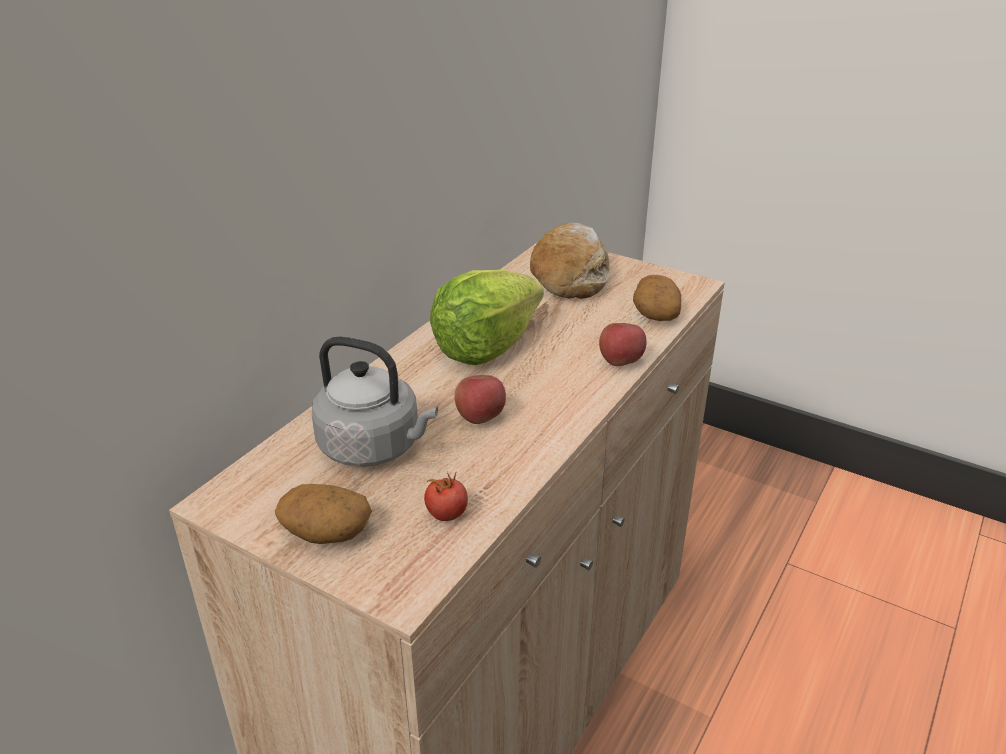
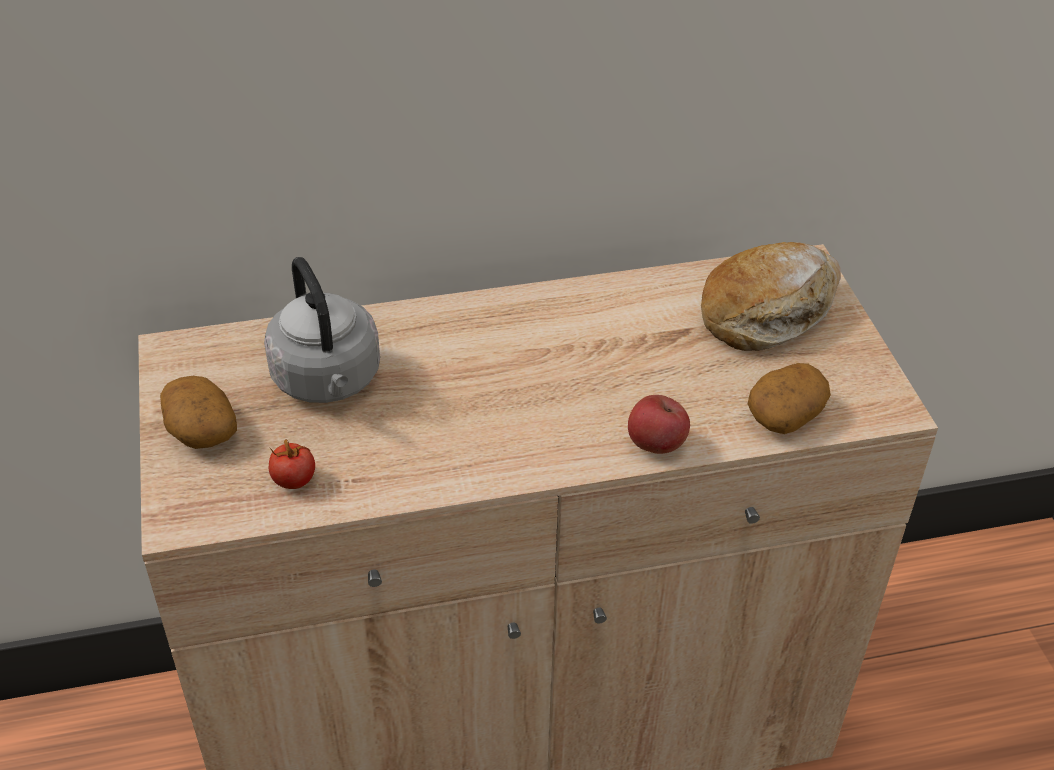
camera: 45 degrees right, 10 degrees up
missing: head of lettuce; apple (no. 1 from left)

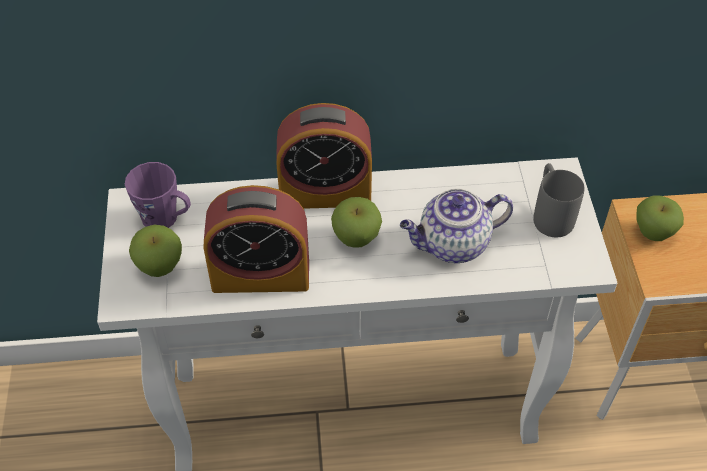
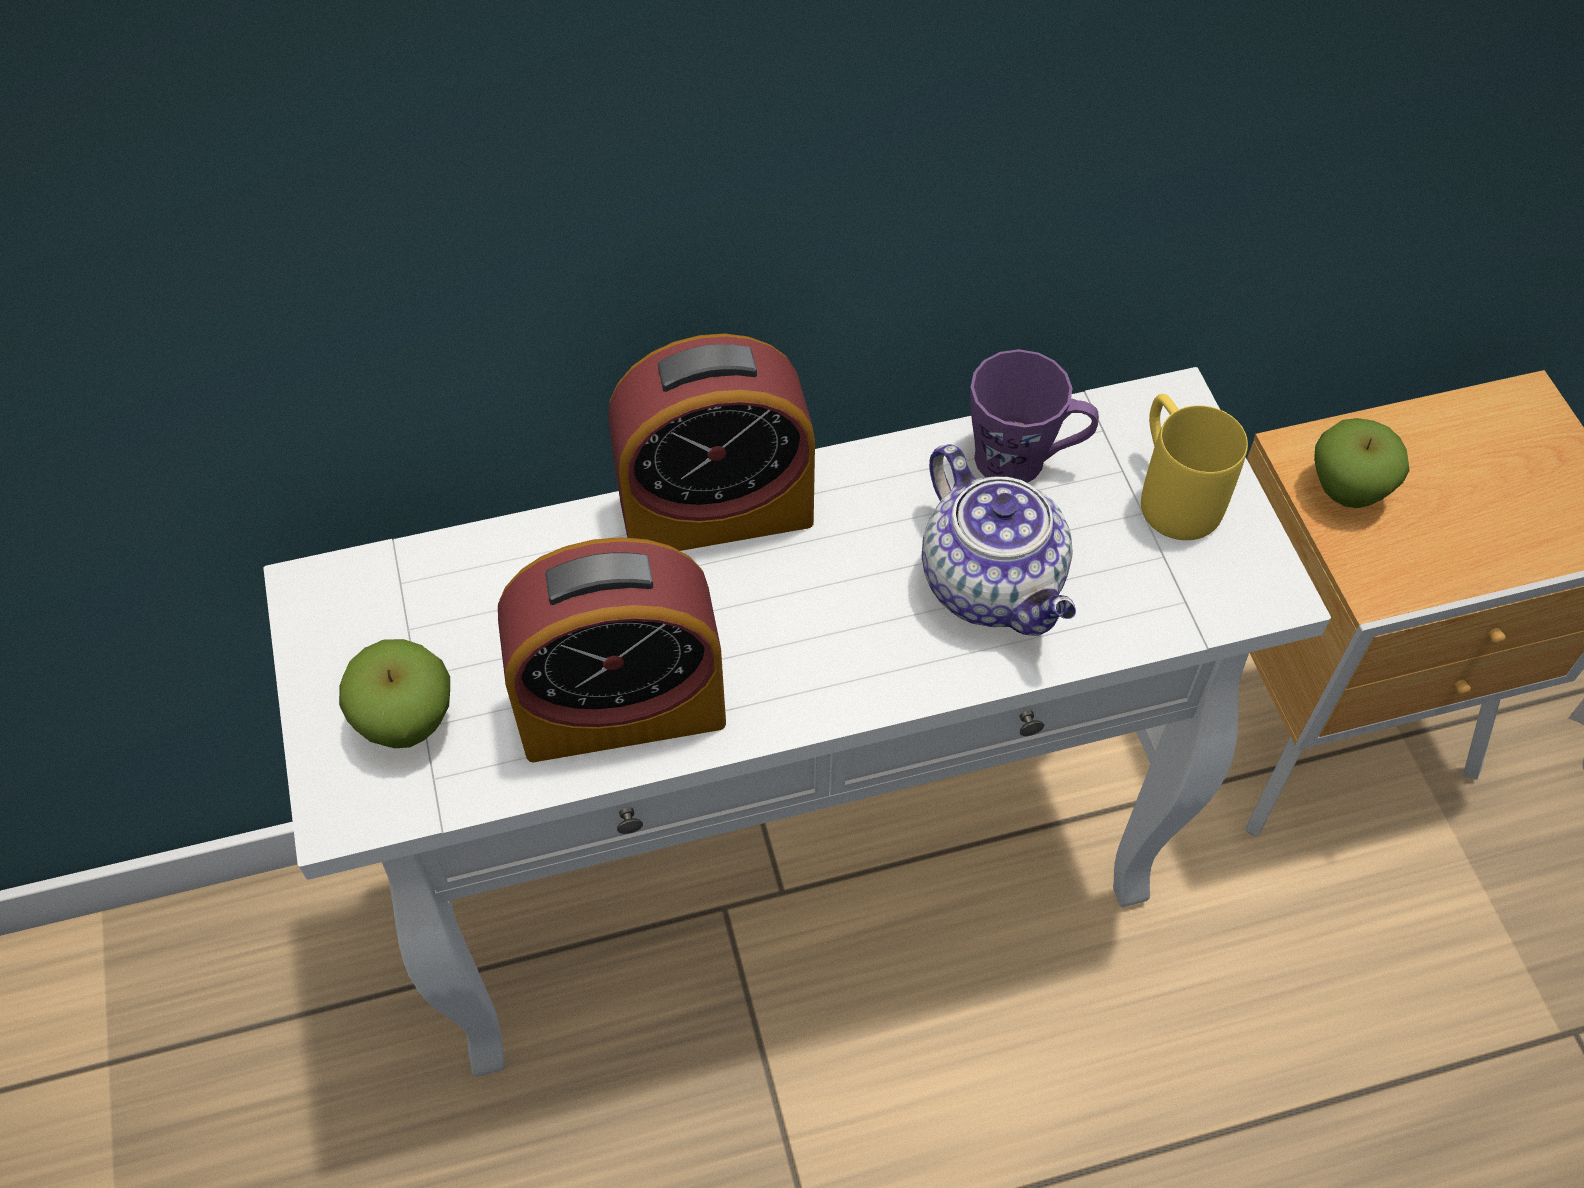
camera: 10 degrees left, 5 degrees up
missing: apple (no. 2 from left)
relocated: purplish mug
colour: grey mug to yellowish mug
spun: teapot 90 degrees counterclockwise

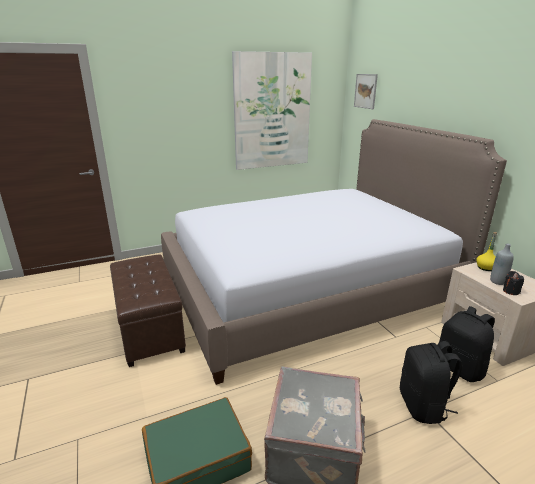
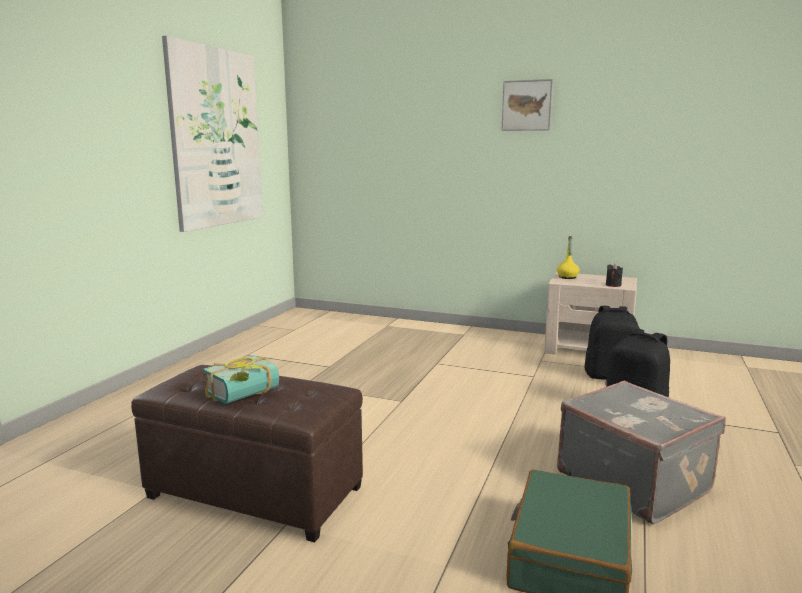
camera: 45 degrees left, 10 degrees down
missing: bed; grey beverage bottle
appeared: bound book
relocated: wall art (no. 2 from left)

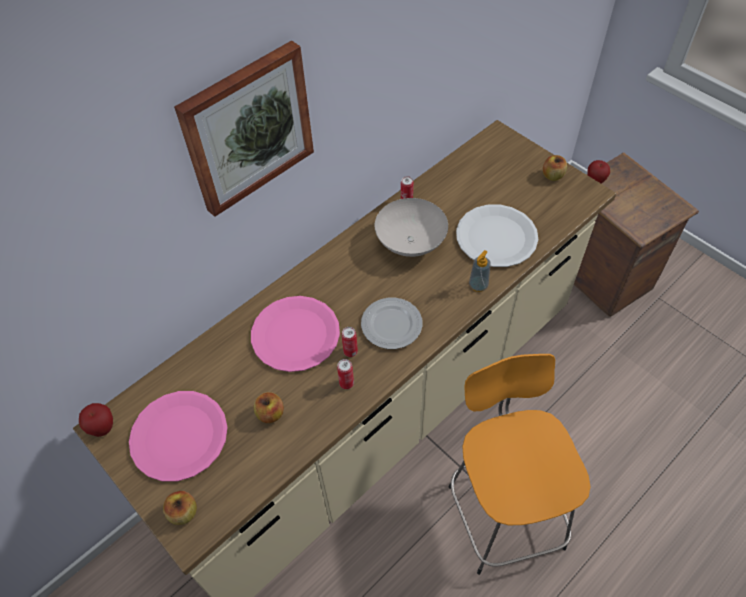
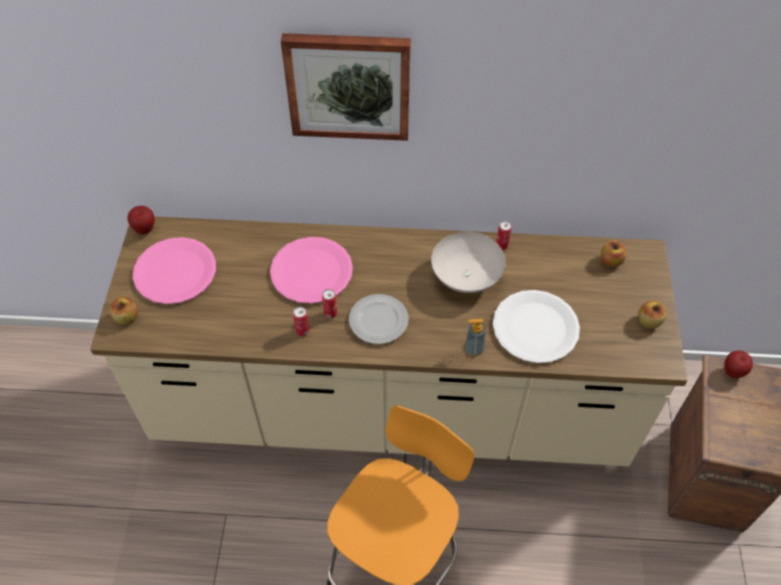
camera: 45 degrees right, 0 degrees up
relocated: apple (no. 3 from left)

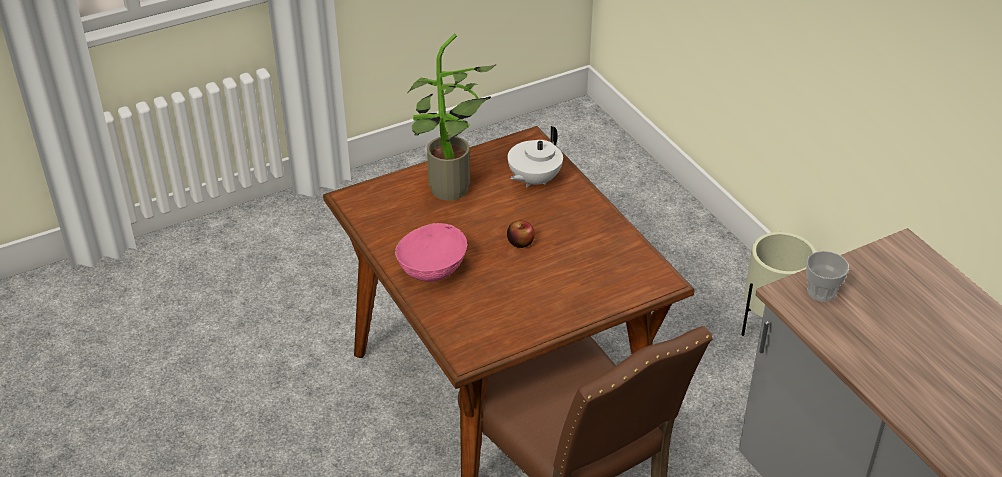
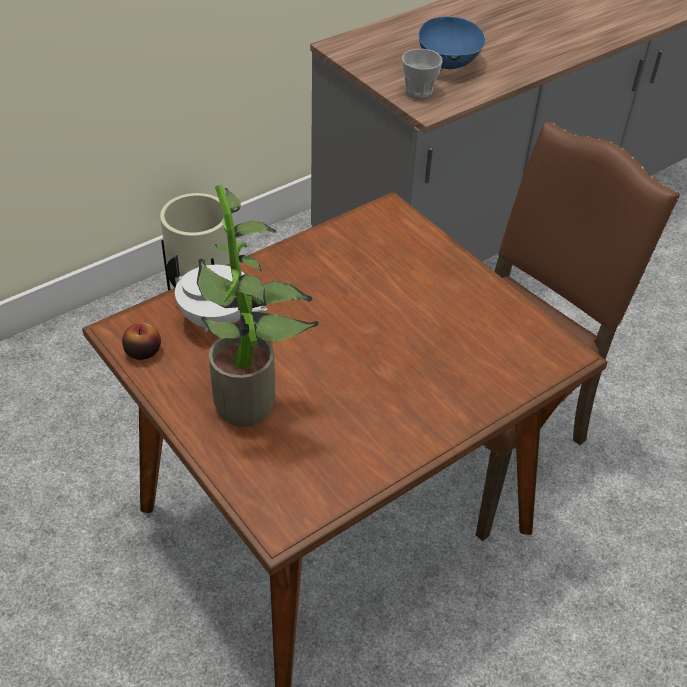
camera: 100 degrees left, 5 degrees up
missing: pink-coloured bowl
appeared: blue-coloured bowl
relocated: apple

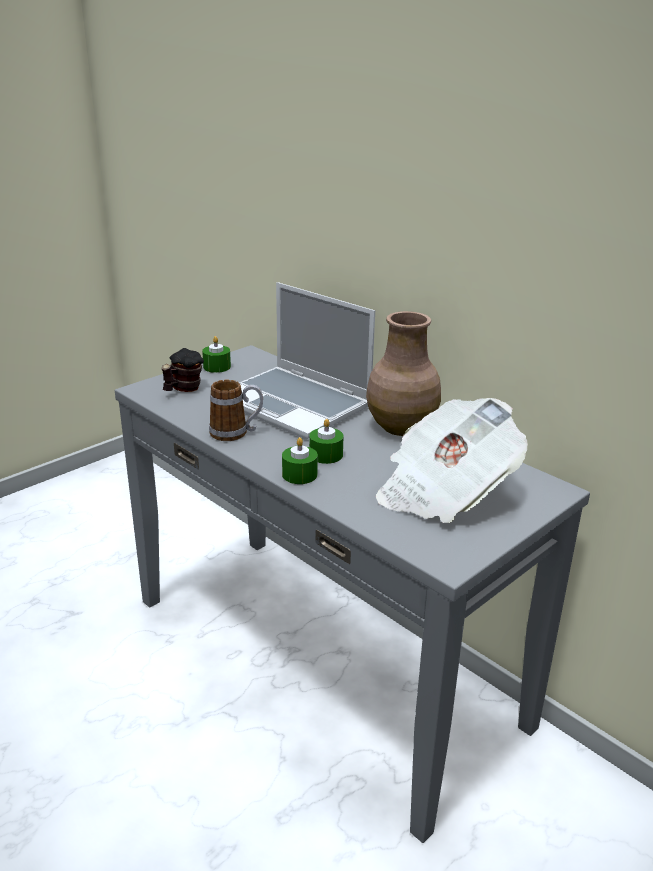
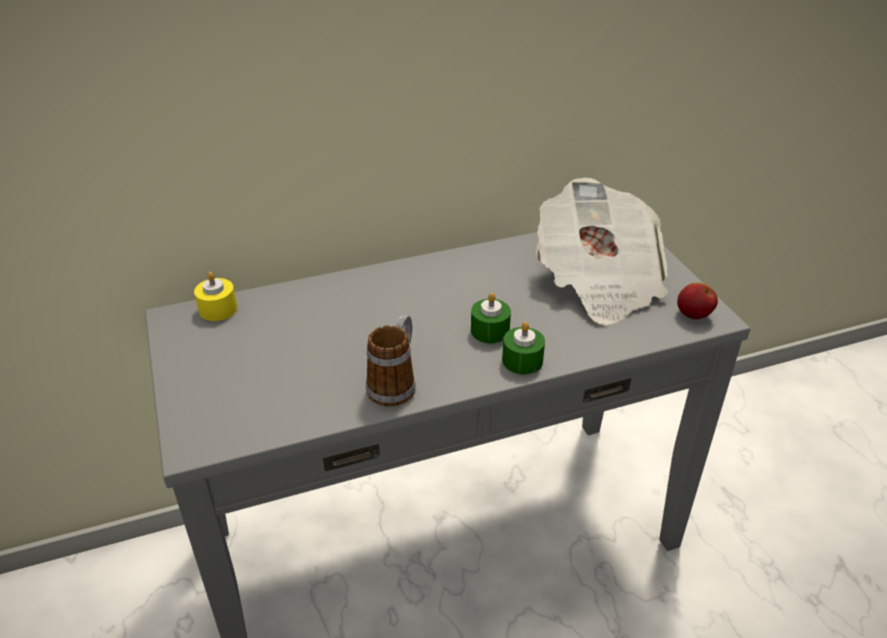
camera: 65 degrees left, 10 degrees up
missing: mug (no. 1 from left); green-coloured candle (no. 1 from left); laptop; brown-coloured vase
appeared: yellowish candle; apple

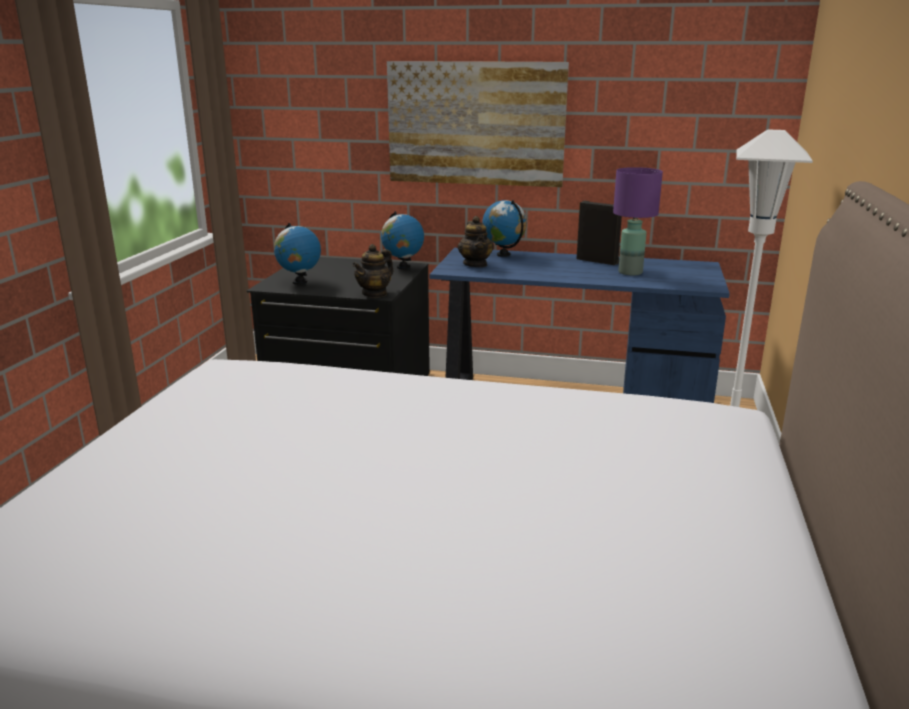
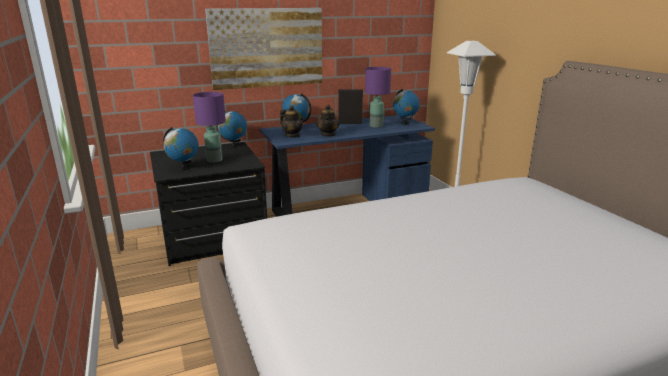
camera: 35 degrees left, 0 degrees up
appeared: purplish lamp for a table (no. 1 from left); globe (no. 4 from left)
relocated: teapot (no. 1 from left in the first image) to teapot (no. 2 from left)

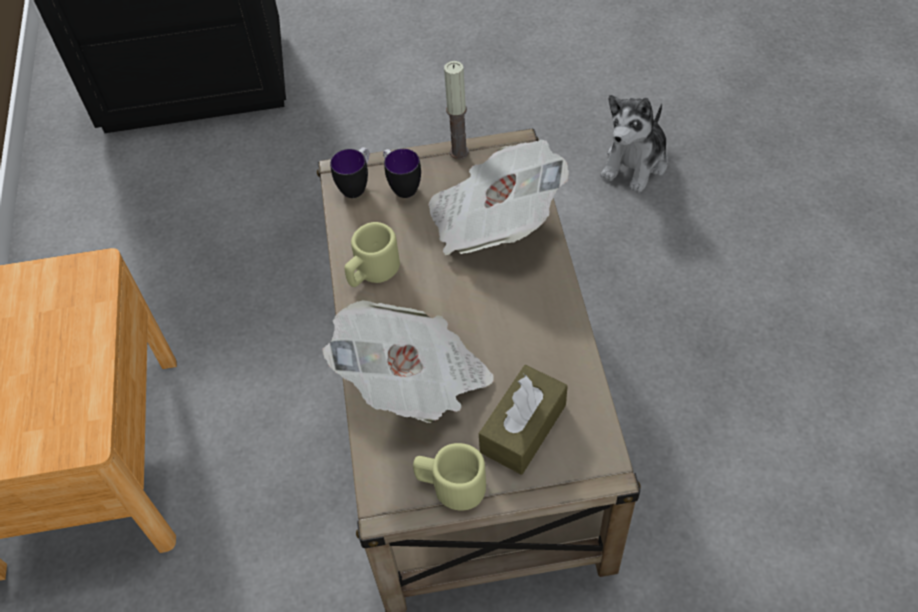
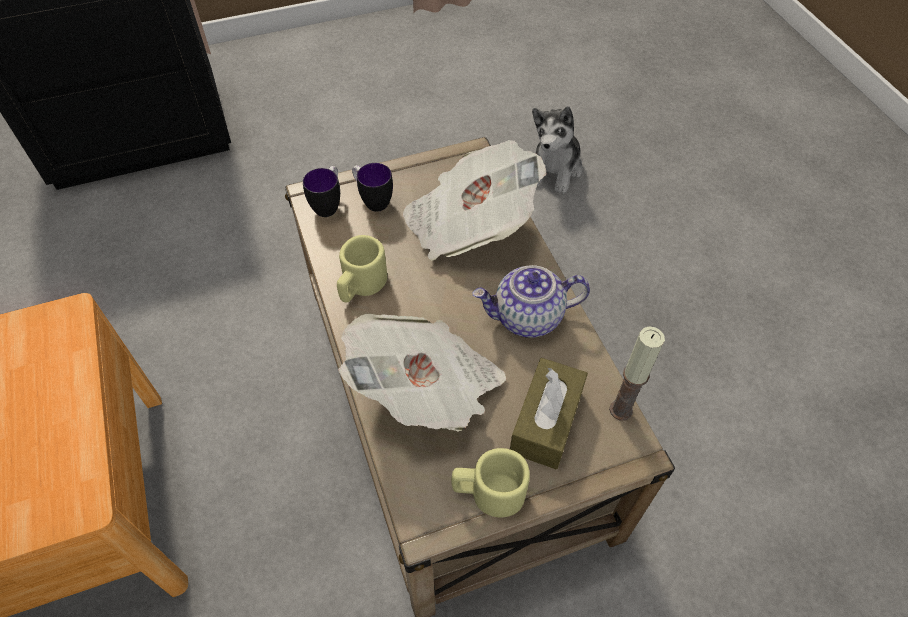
camera: 15 degrees left, 0 degrees up
appeared: teapot
relocated: candle

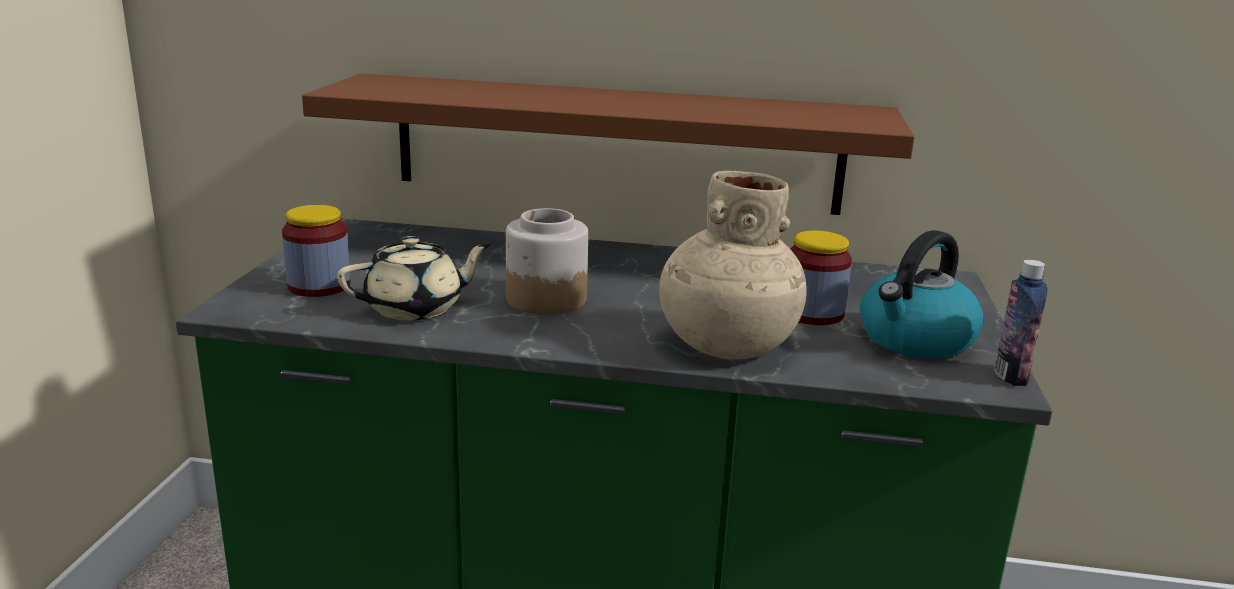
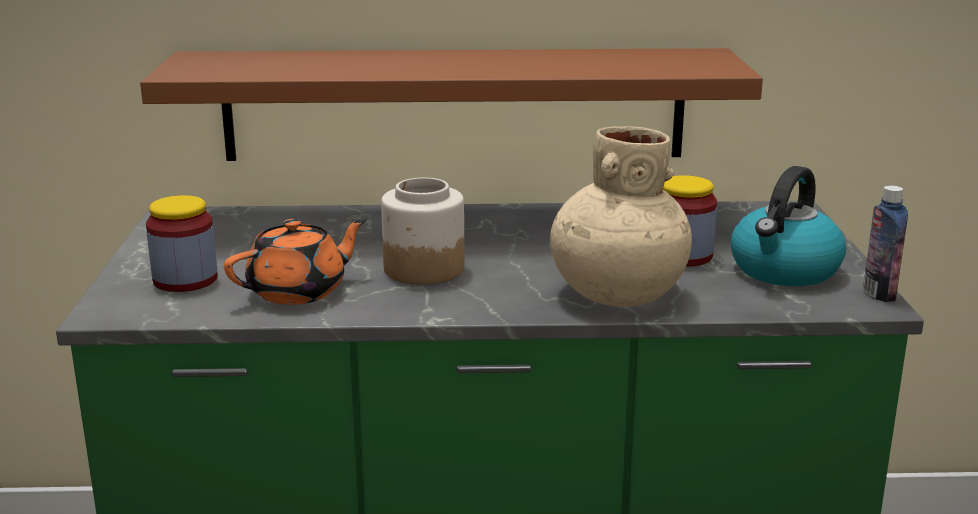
camera: 10 degrees left, 0 degrees up
colour: beige-coloured teapot to orange-coloured teapot

